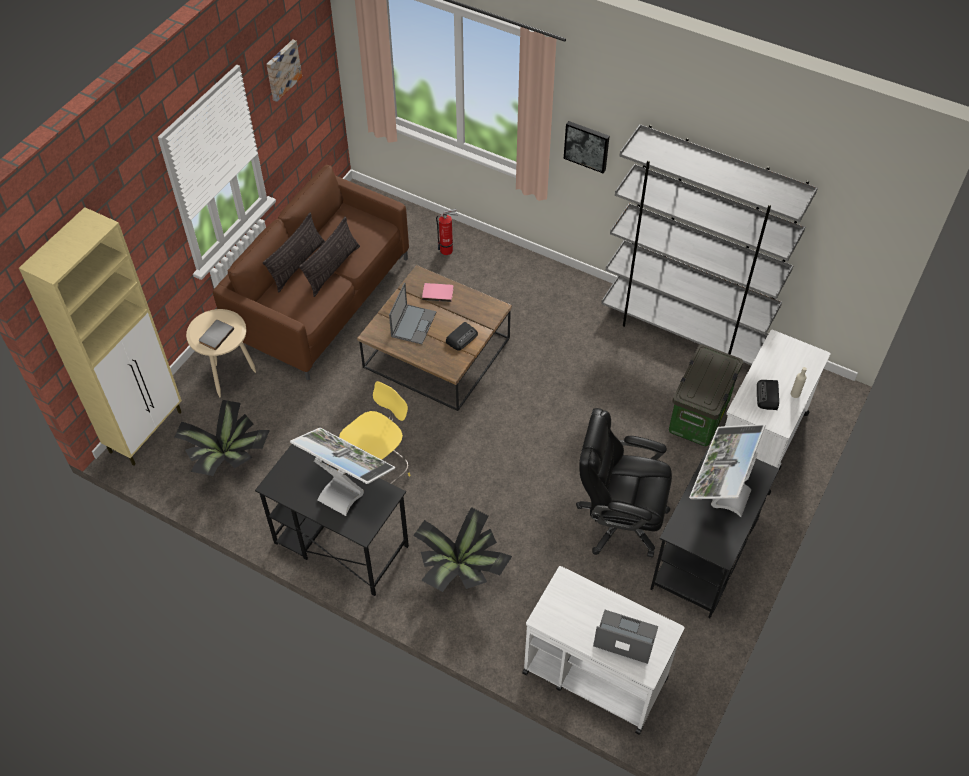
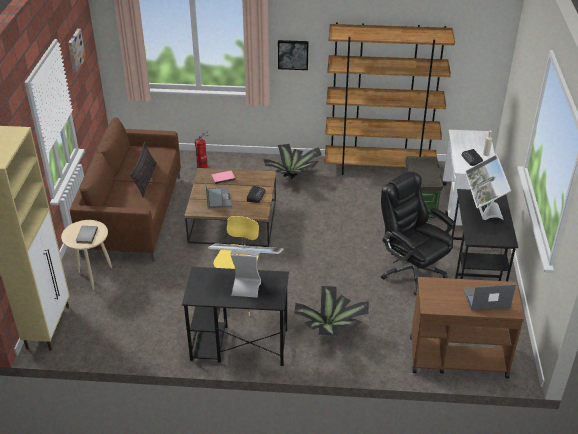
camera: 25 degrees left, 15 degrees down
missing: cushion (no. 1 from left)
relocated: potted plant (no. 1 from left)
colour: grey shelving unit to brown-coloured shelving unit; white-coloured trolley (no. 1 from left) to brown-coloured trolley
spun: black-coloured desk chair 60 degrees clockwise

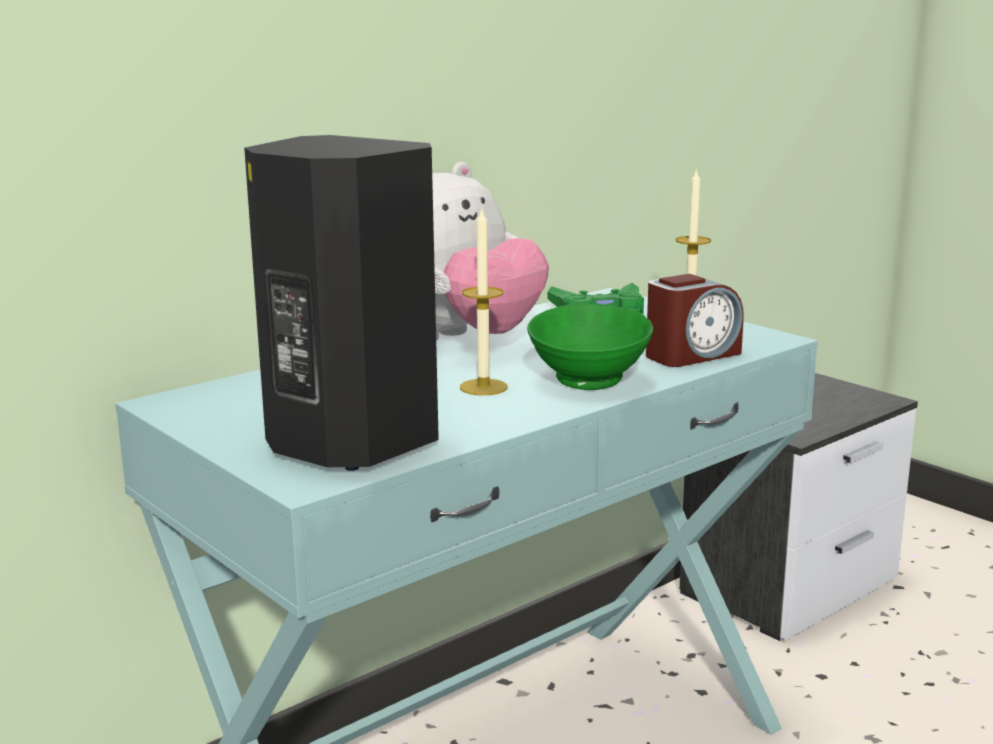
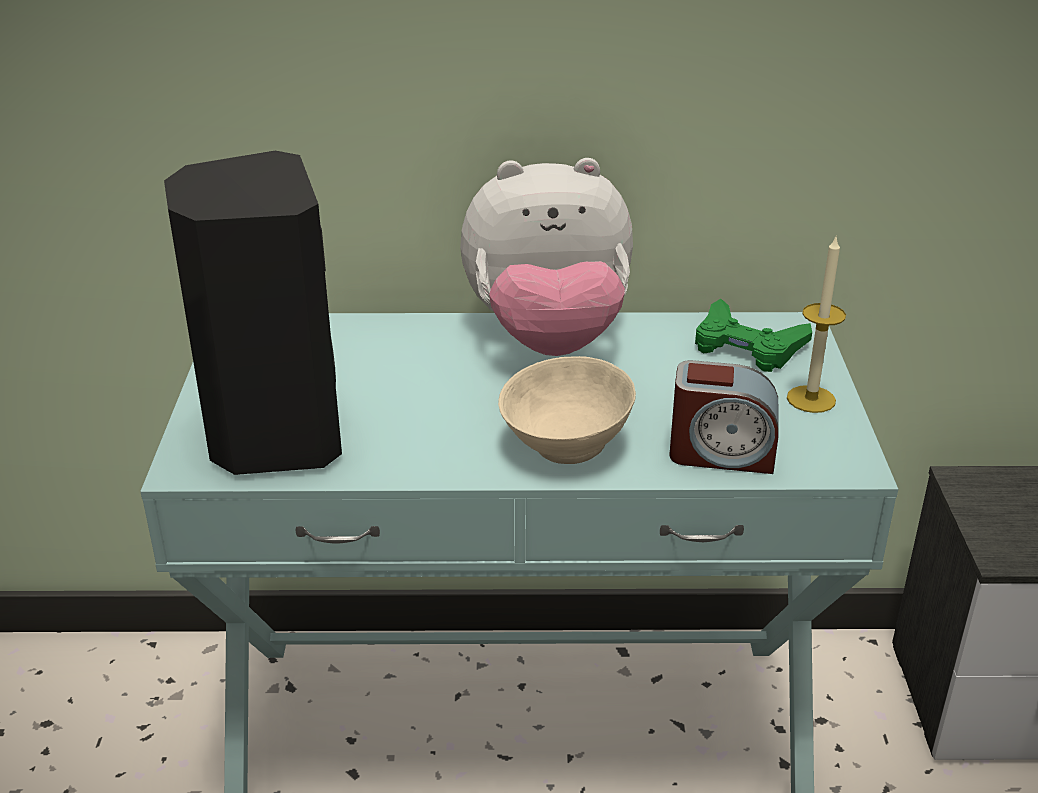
camera: 40 degrees right, 15 degrees up
missing: candle (no. 1 from left)
colour: green-coloured bowl to beige-coloured bowl

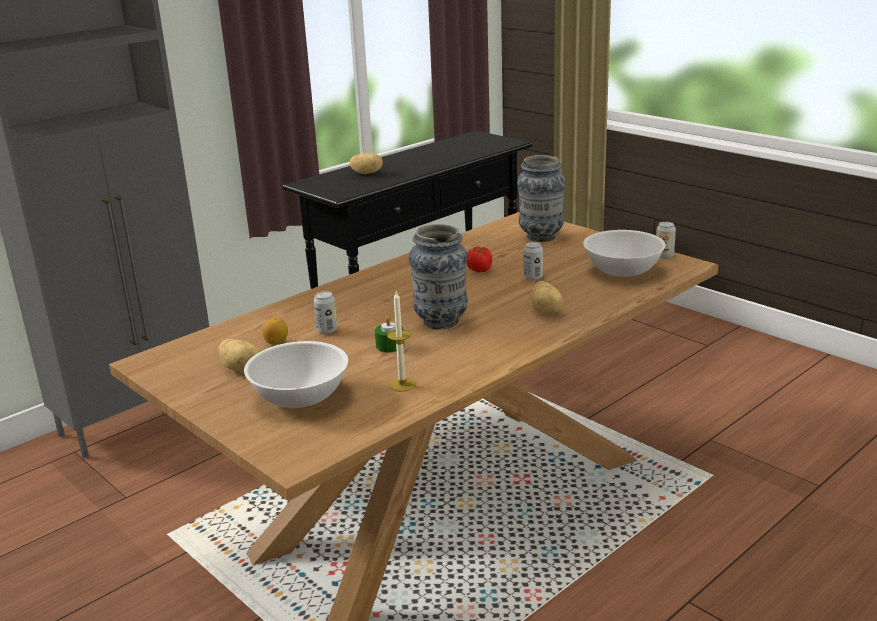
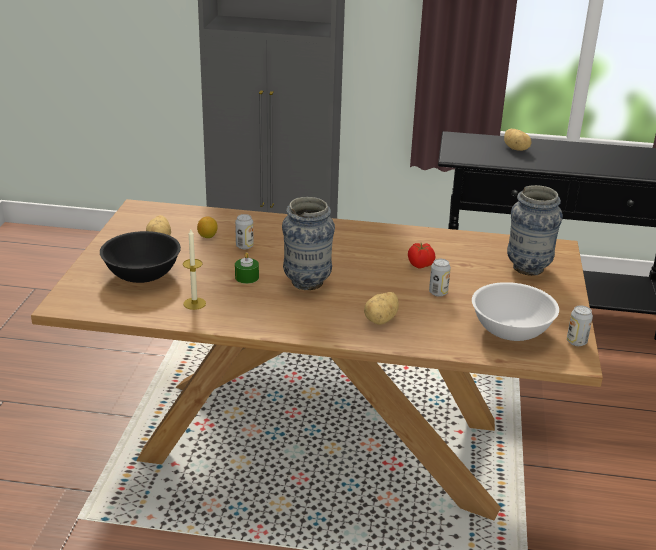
camera: 50 degrees right, 5 degrees up
colour: white-coloured bowl (no. 1 from left) to black-coloured bowl

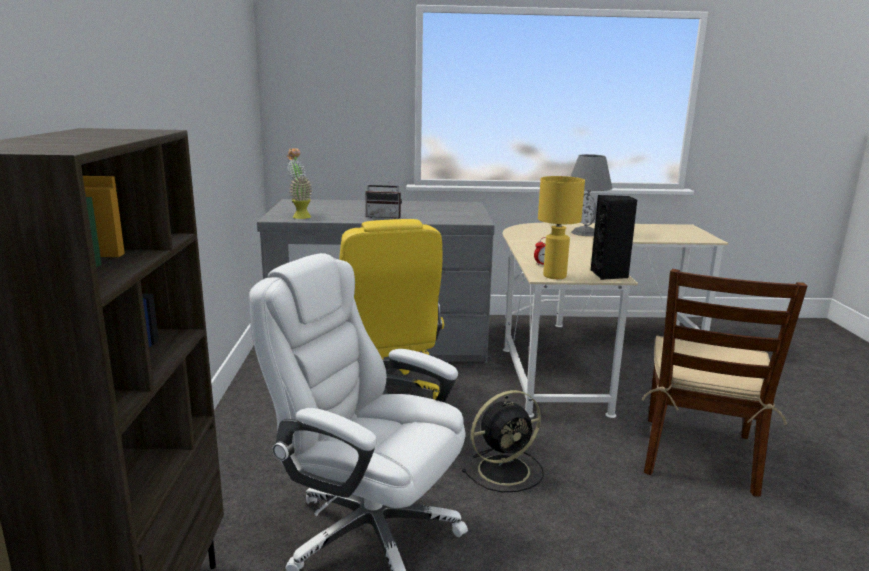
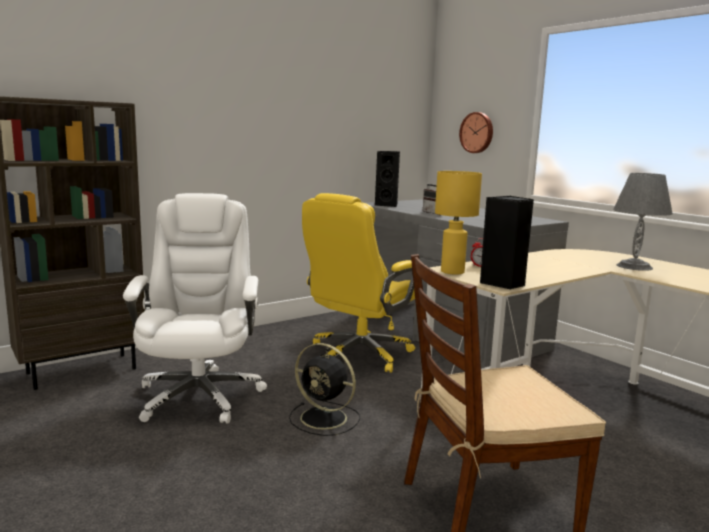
camera: 55 degrees right, 5 degrees down
appeared: hanging clock
exchanged: potted plant to black-coloured audio speaker (no. 1 from left)

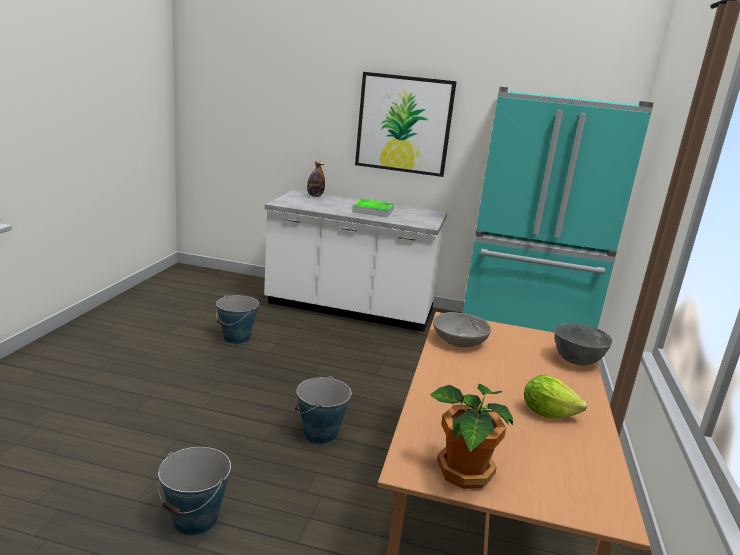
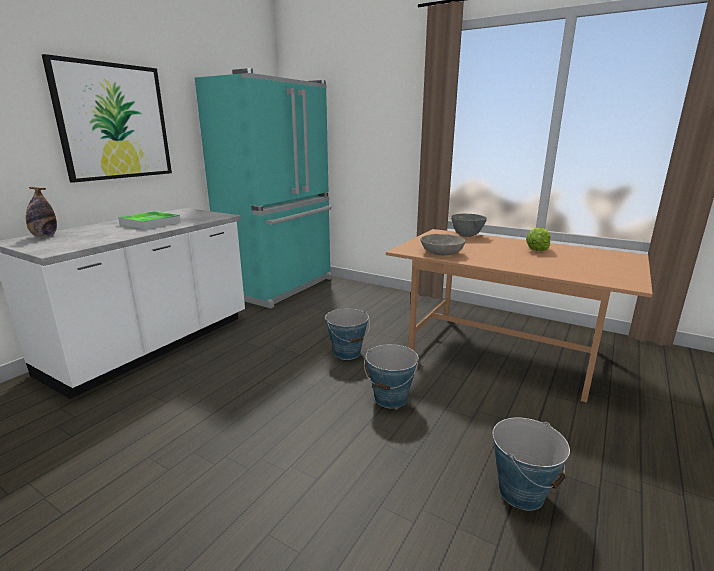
camera: 70 degrees left, 0 degrees up
missing: potted plant
relocated: bucket (no. 2 from left in the first image) to bucket (no. 1 from left)

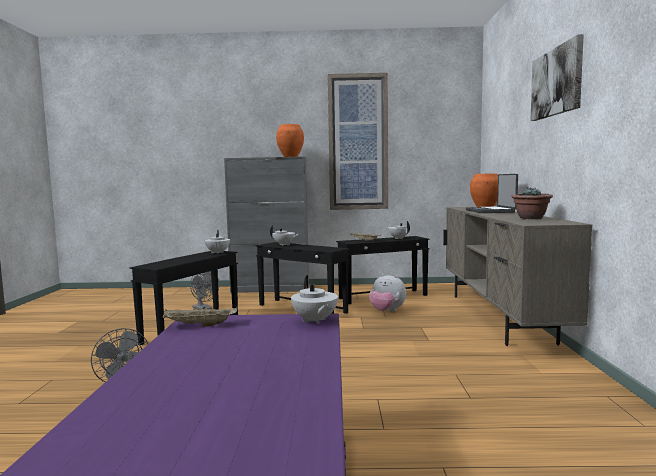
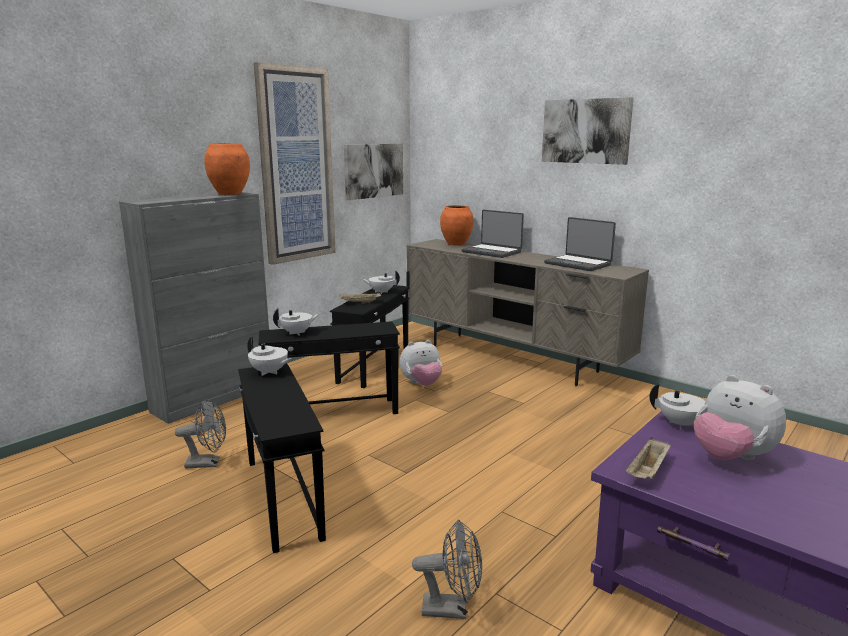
camera: 50 degrees left, 10 degrees up
appeared: wall art (no. 2 from left); soft toy (no. 2 from left)
exchanged: potted plant to laptop (no. 2 from left)

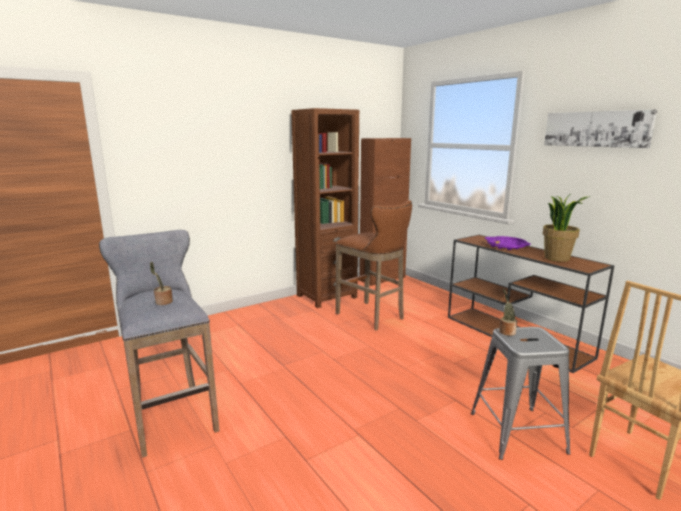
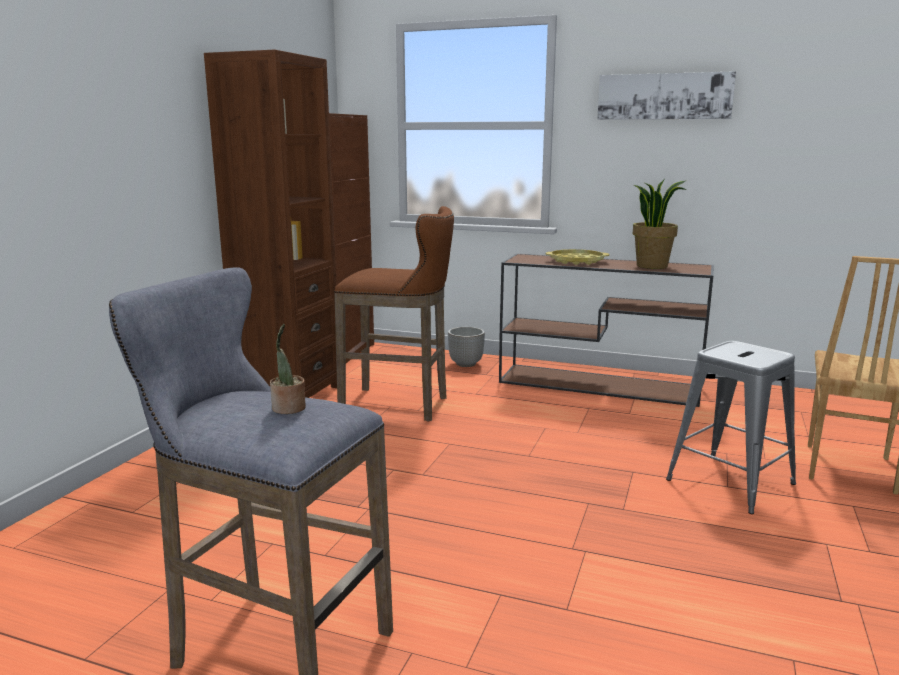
camera: 35 degrees left, 0 degrees up
missing: potted plant (no. 2 from left)
appeared: planter
colour: purplish tray to yellowish tray

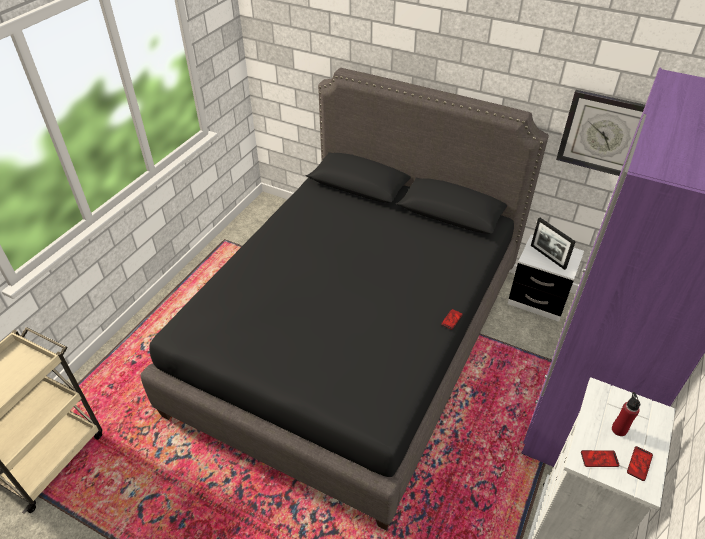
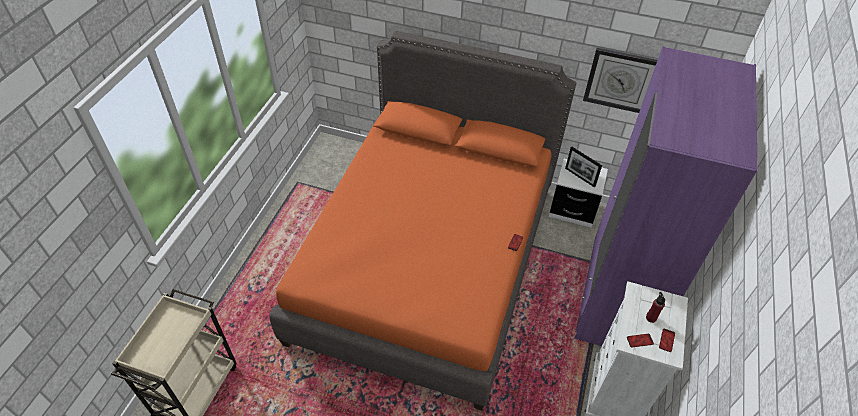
camera: 10 degrees left, 5 degrees up
colour: black-coloured bed to orange-coloured bed

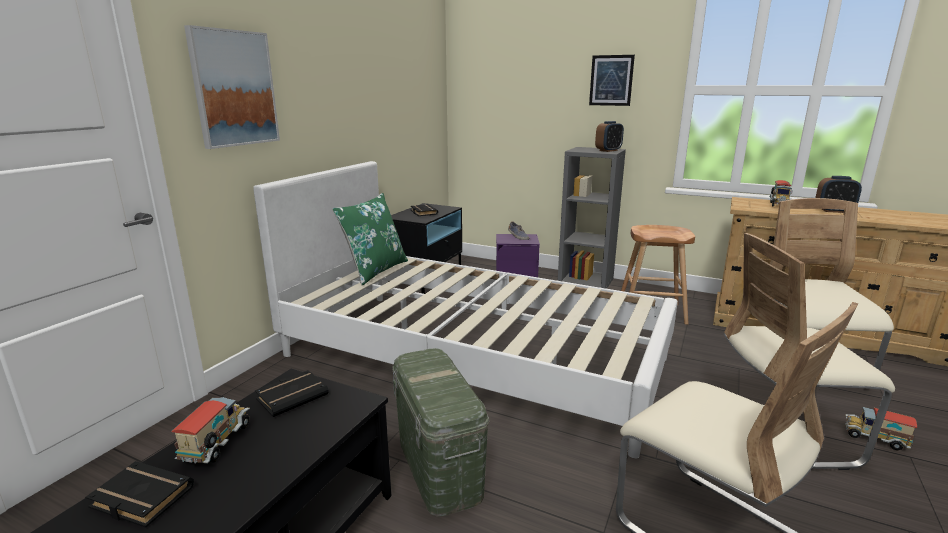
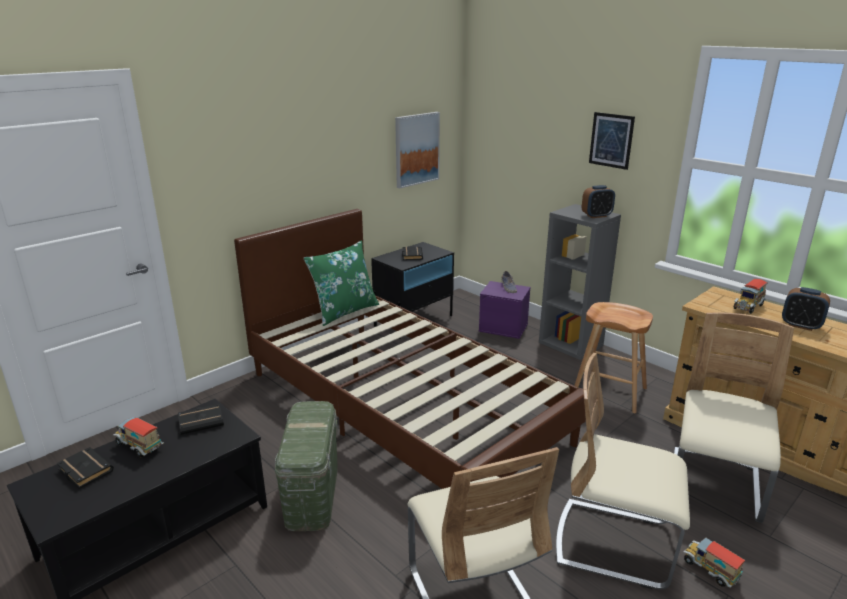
camera: 20 degrees right, 5 degrees up
relocated: wall art (no. 1 from left)
colour: white-coloured bed to brown-coloured bed
spun: toy lorry (no. 1 from left) 90 degrees counterclockwise

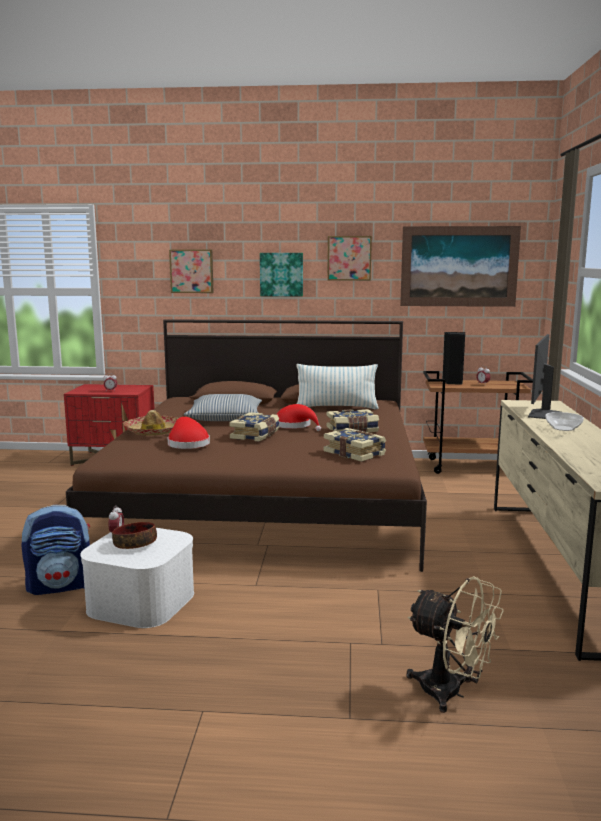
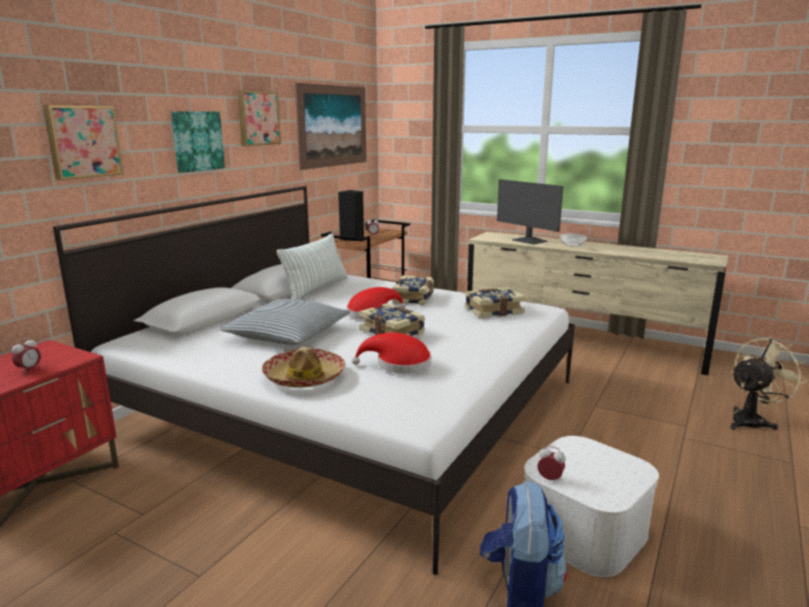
camera: 65 degrees left, 5 degrees up
missing: bowl (no. 1 from left)
colour: brown-coloured bed to white-coloured bed

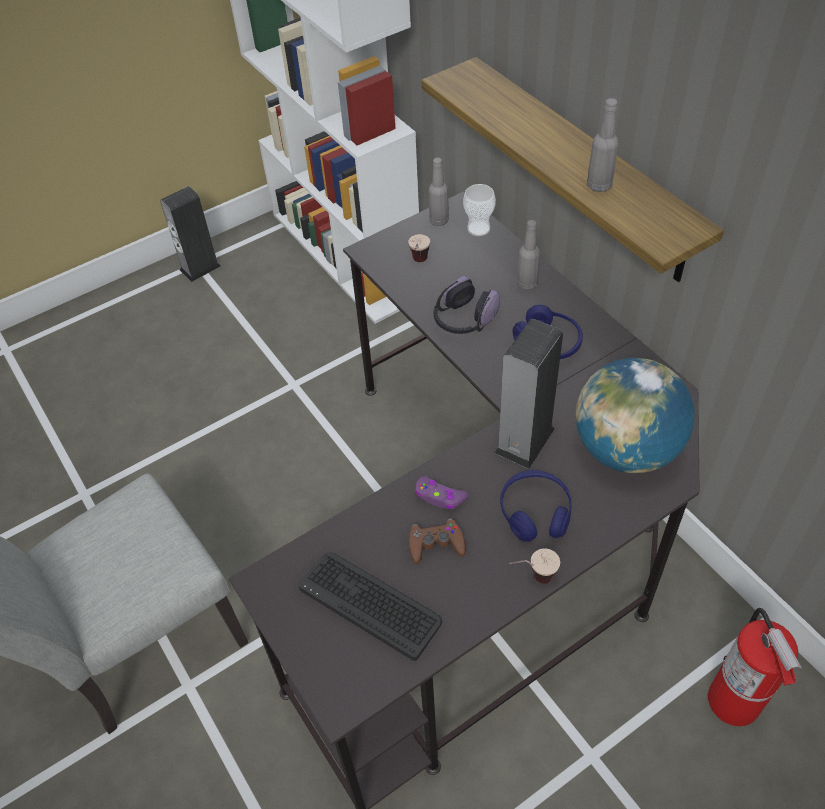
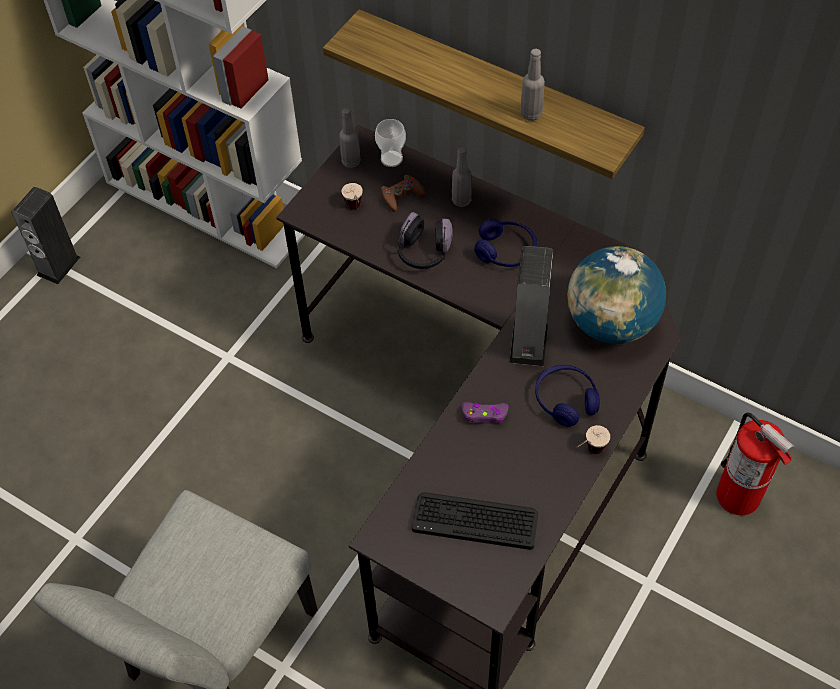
camera: 25 degrees left, 5 degrees up
relocated: brown-coloured joypad

